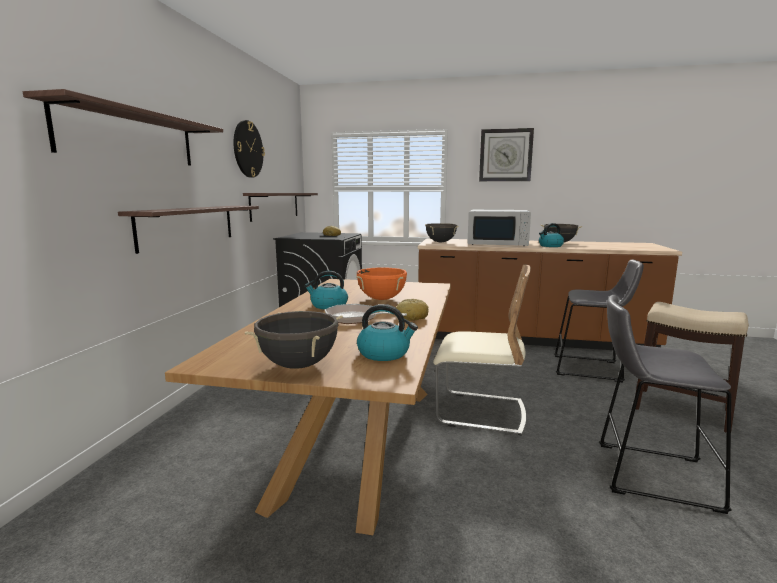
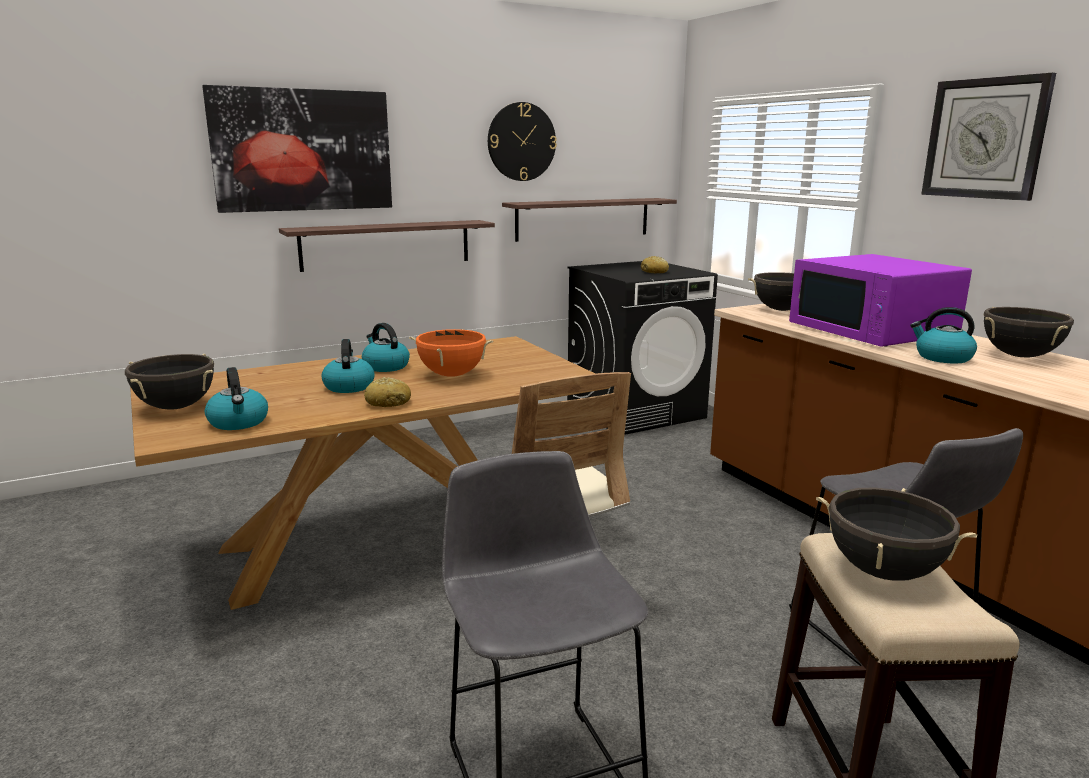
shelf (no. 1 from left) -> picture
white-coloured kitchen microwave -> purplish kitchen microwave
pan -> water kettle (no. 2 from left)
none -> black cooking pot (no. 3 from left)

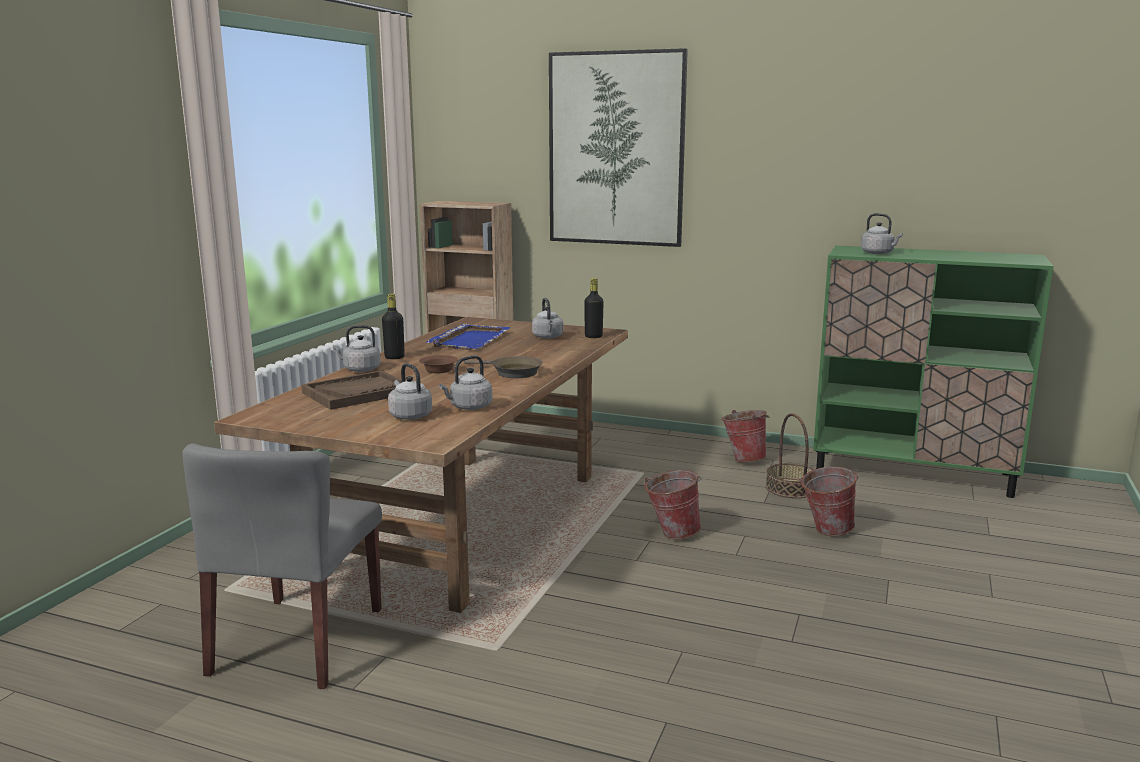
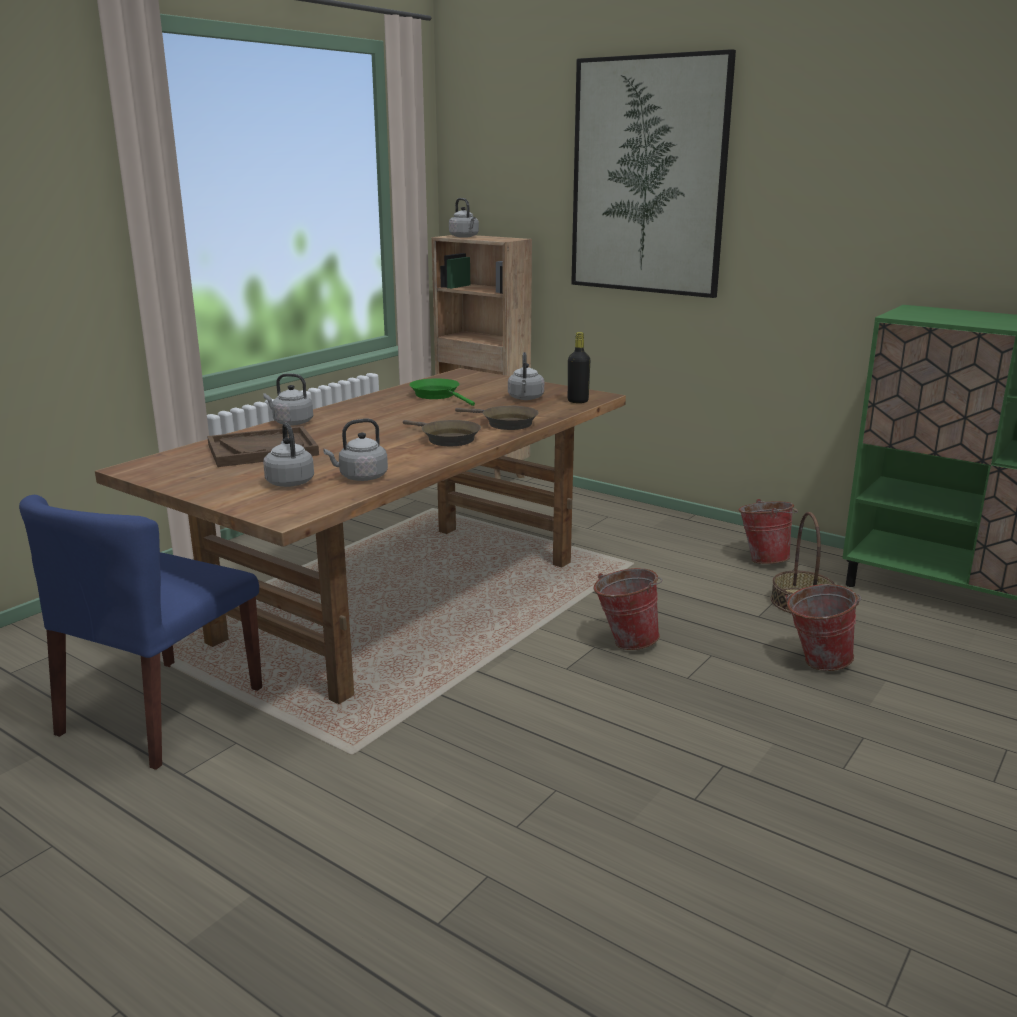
gray water kettle (no. 5 from left in the first image) -> gray water kettle (no. 4 from left), shifted
black beverage bottle (no. 1 from left) -> none
blue-coloured carrying tray -> green pan
brown bowl -> none
gray upright chair -> blue-coloured upright chair
none -> brown pan (no. 2 from left)

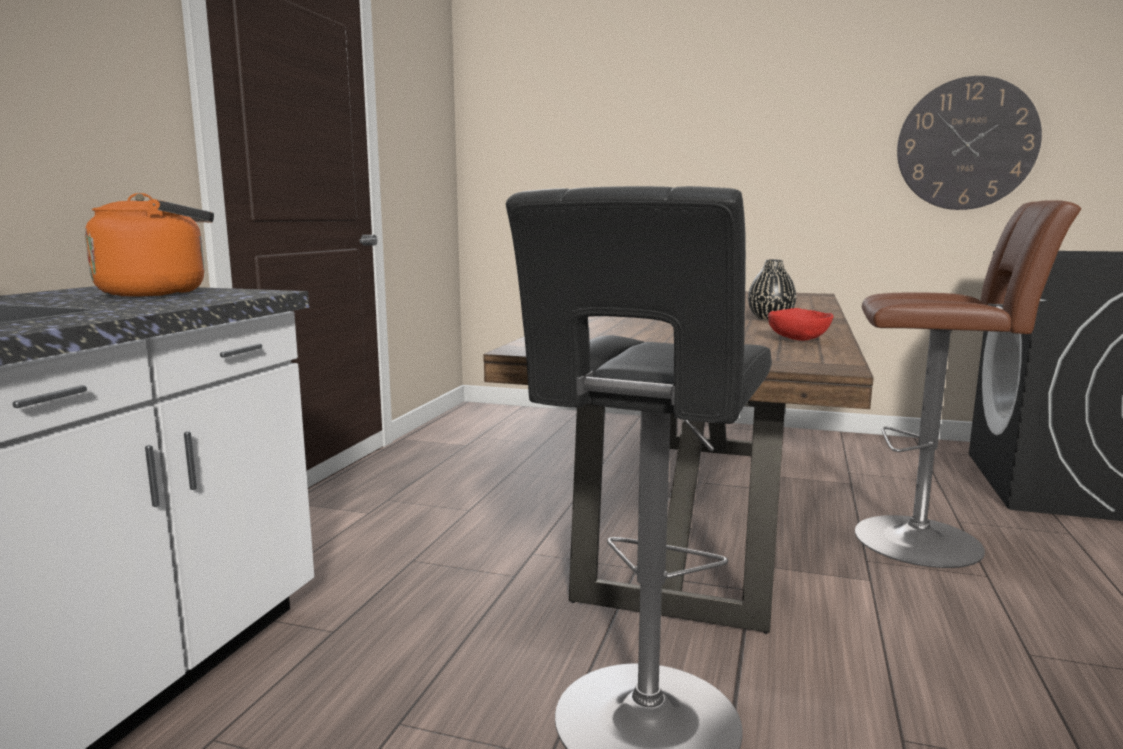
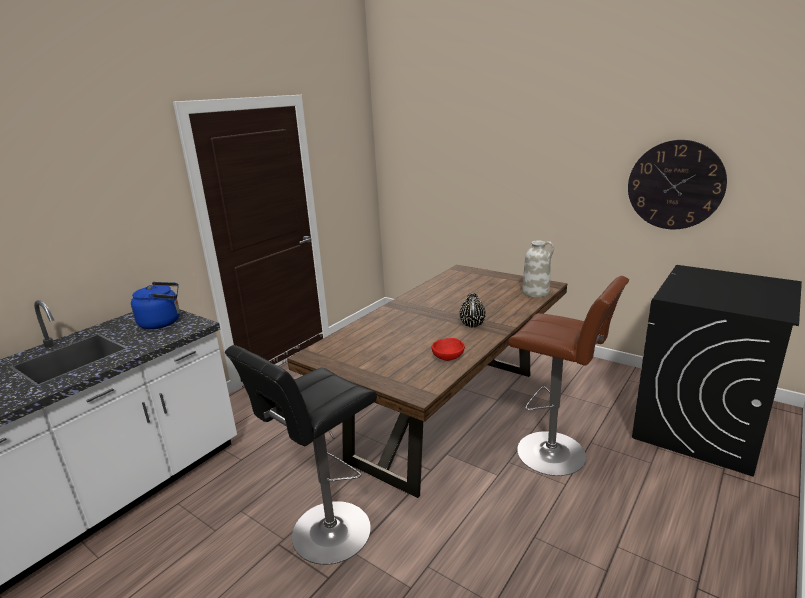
orange water kettle -> blue-coloured water kettle
none -> white-coloured vase

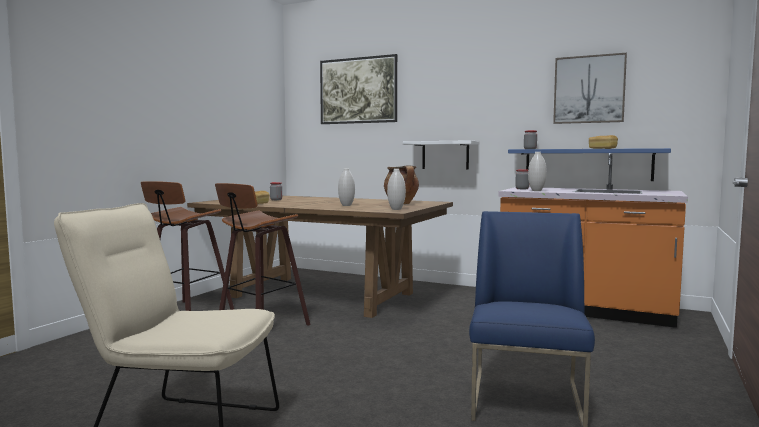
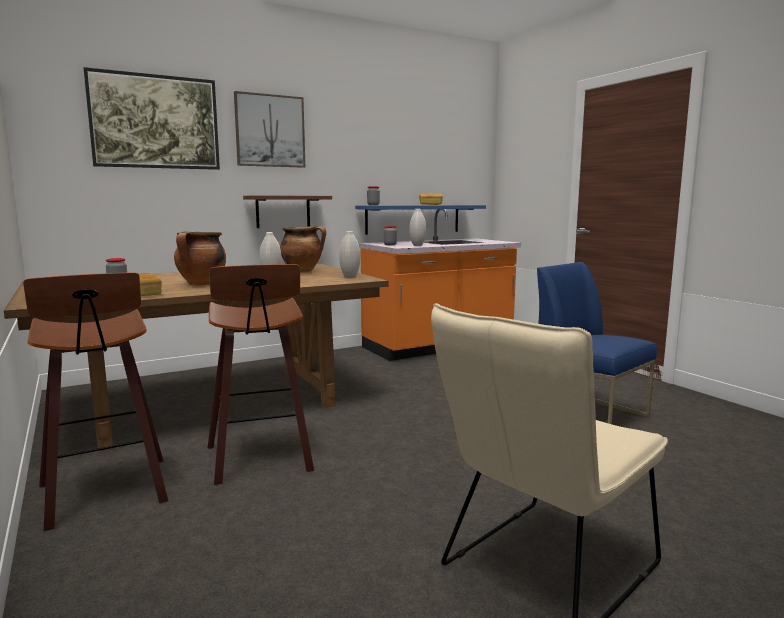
picture (no. 2 from left), shifted
white-coloured shelf -> brown shelf
none -> cooking pot (no. 1 from left)

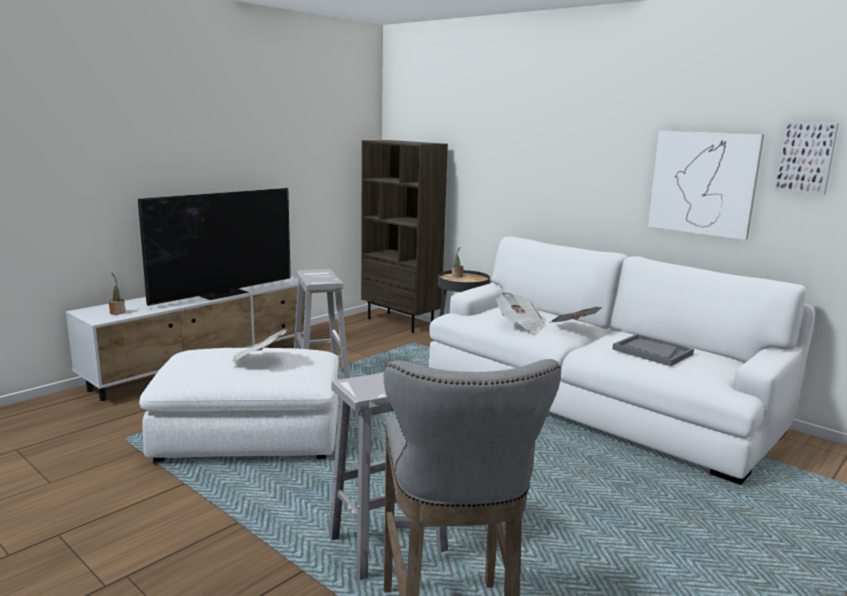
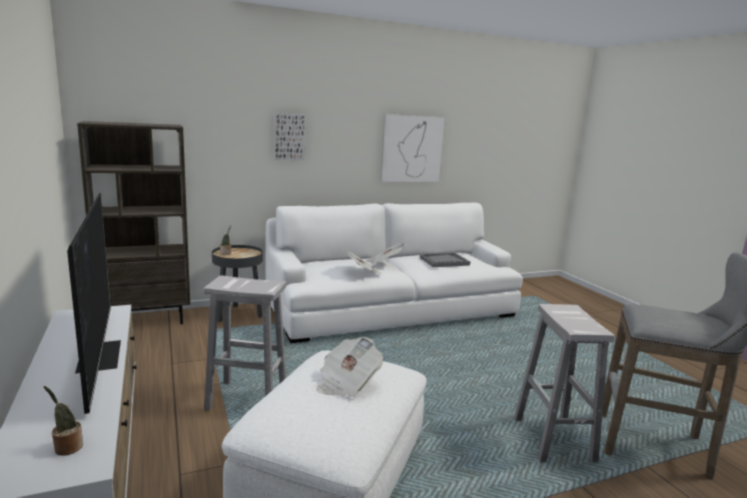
picture (no. 2 from left in the first image) -> picture (no. 1 from left), shifted

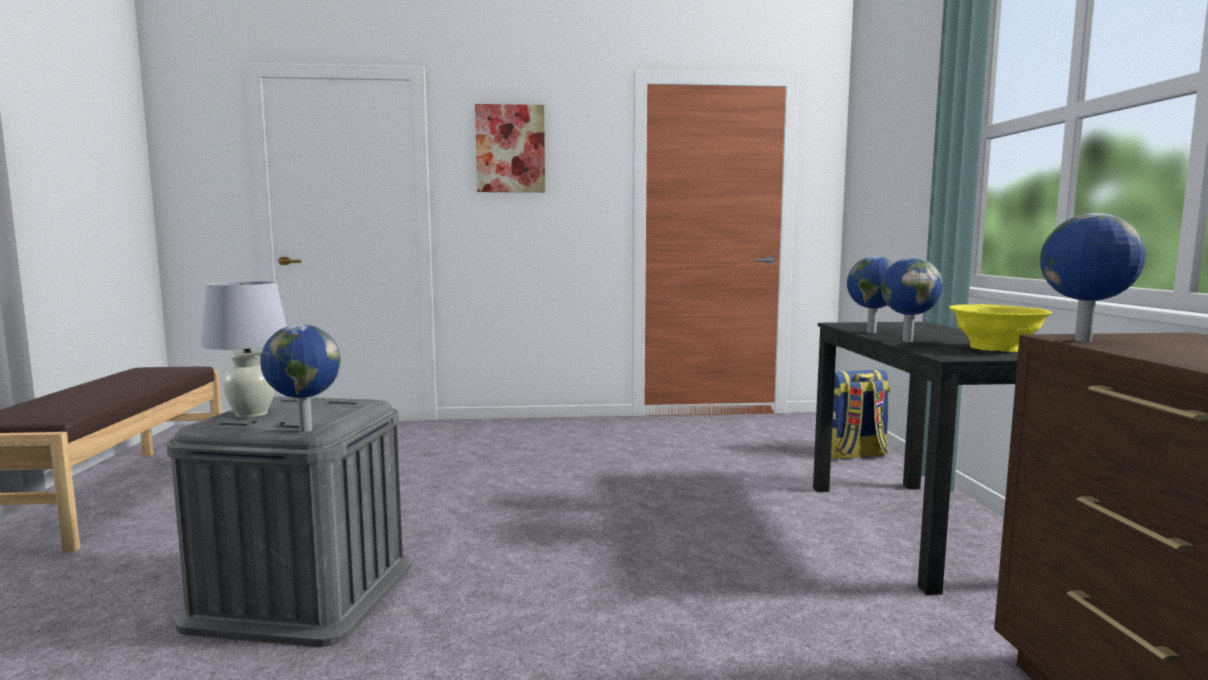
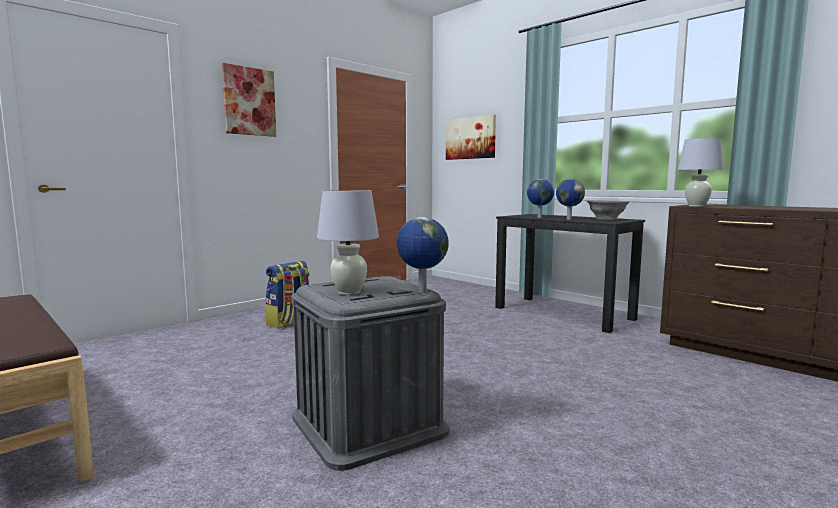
world globe (no. 4 from left) -> white-coloured table lamp (no. 2 from left)
yellowish bowl -> gray bowl
knapsack, shifted
none -> picture (no. 2 from left)

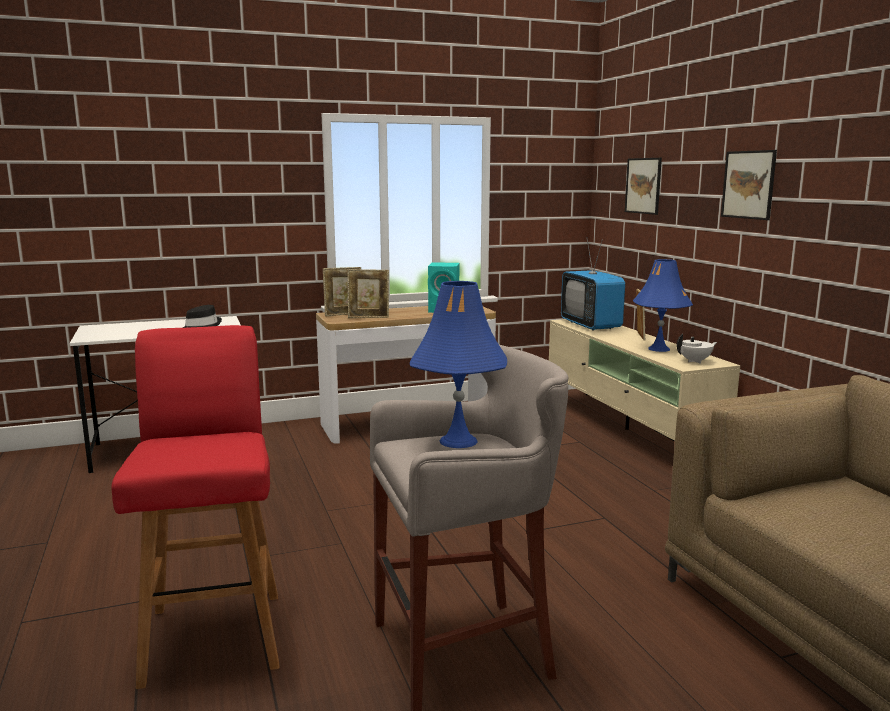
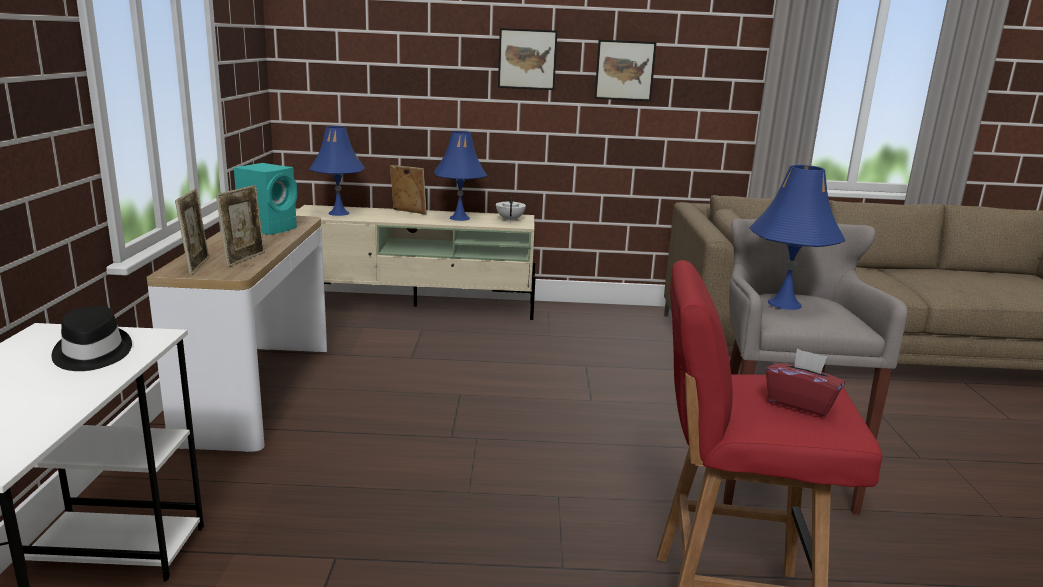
picture (no. 1 from left in the first image) -> picture (no. 2 from left), shifted
TV -> blue-coloured table lamp (no. 1 from left)
none -> red-coloured tissue box

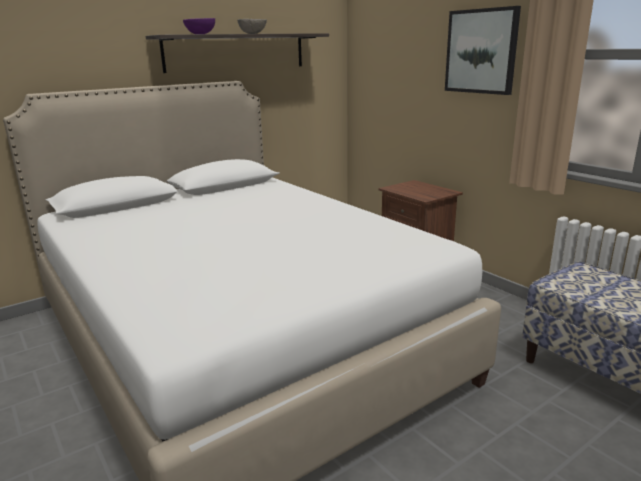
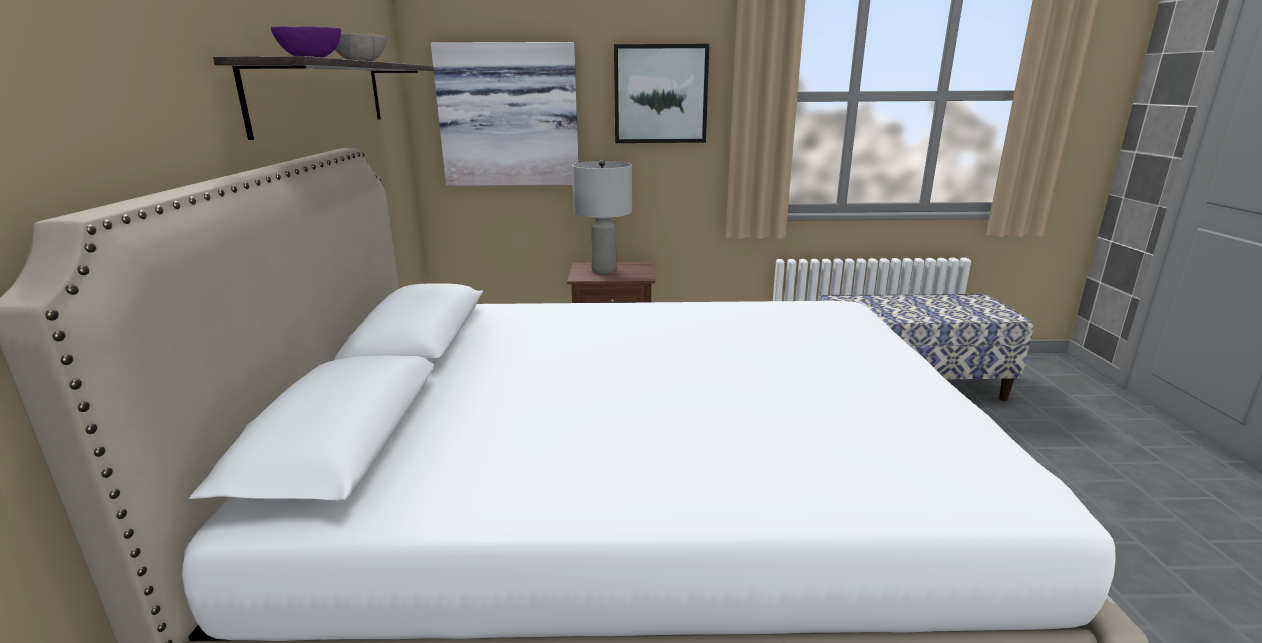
none -> picture (no. 1 from left)
none -> gray table lamp

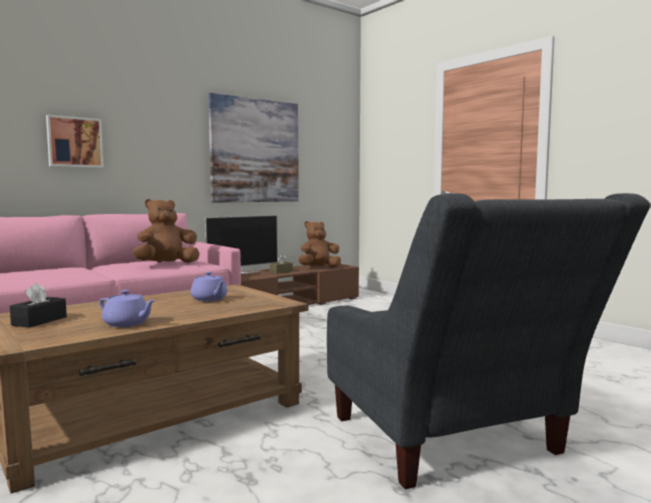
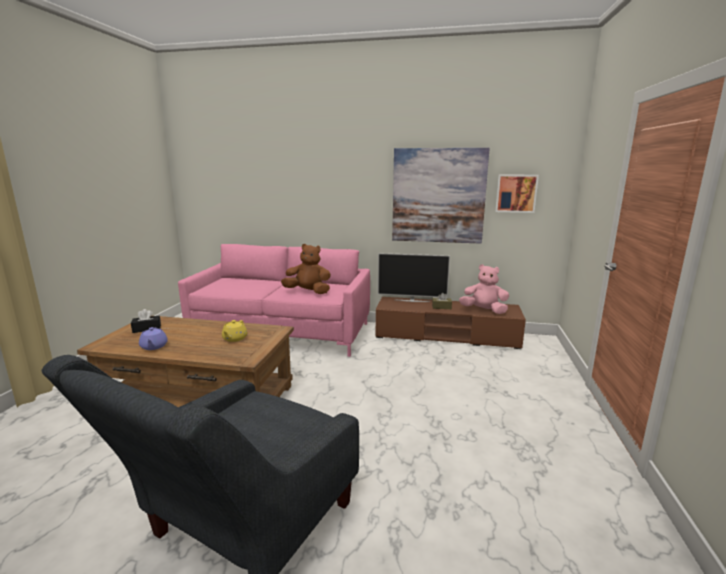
picture (no. 1 from left in the first image) -> picture (no. 2 from left), shifted
brown soft toy (no. 2 from left) -> pinkish soft toy
purplish pot for tea (no. 2 from left) -> yellowish pot for tea

